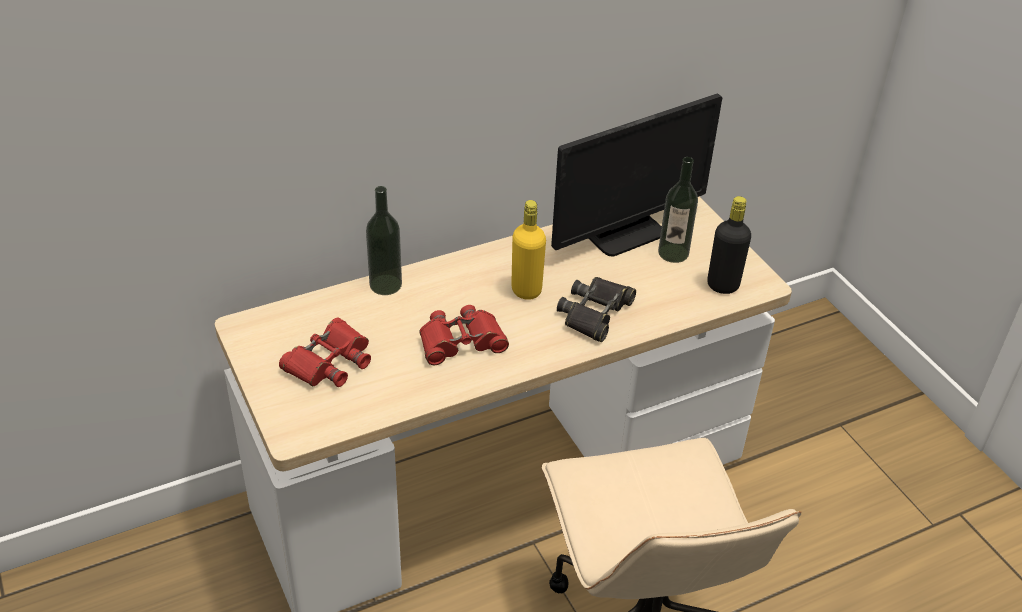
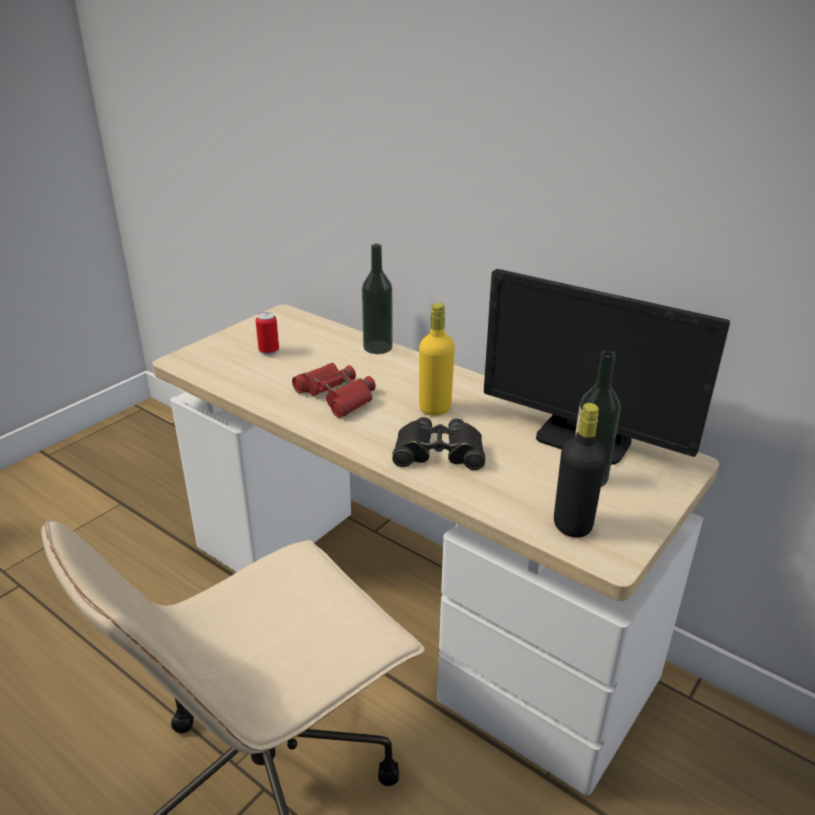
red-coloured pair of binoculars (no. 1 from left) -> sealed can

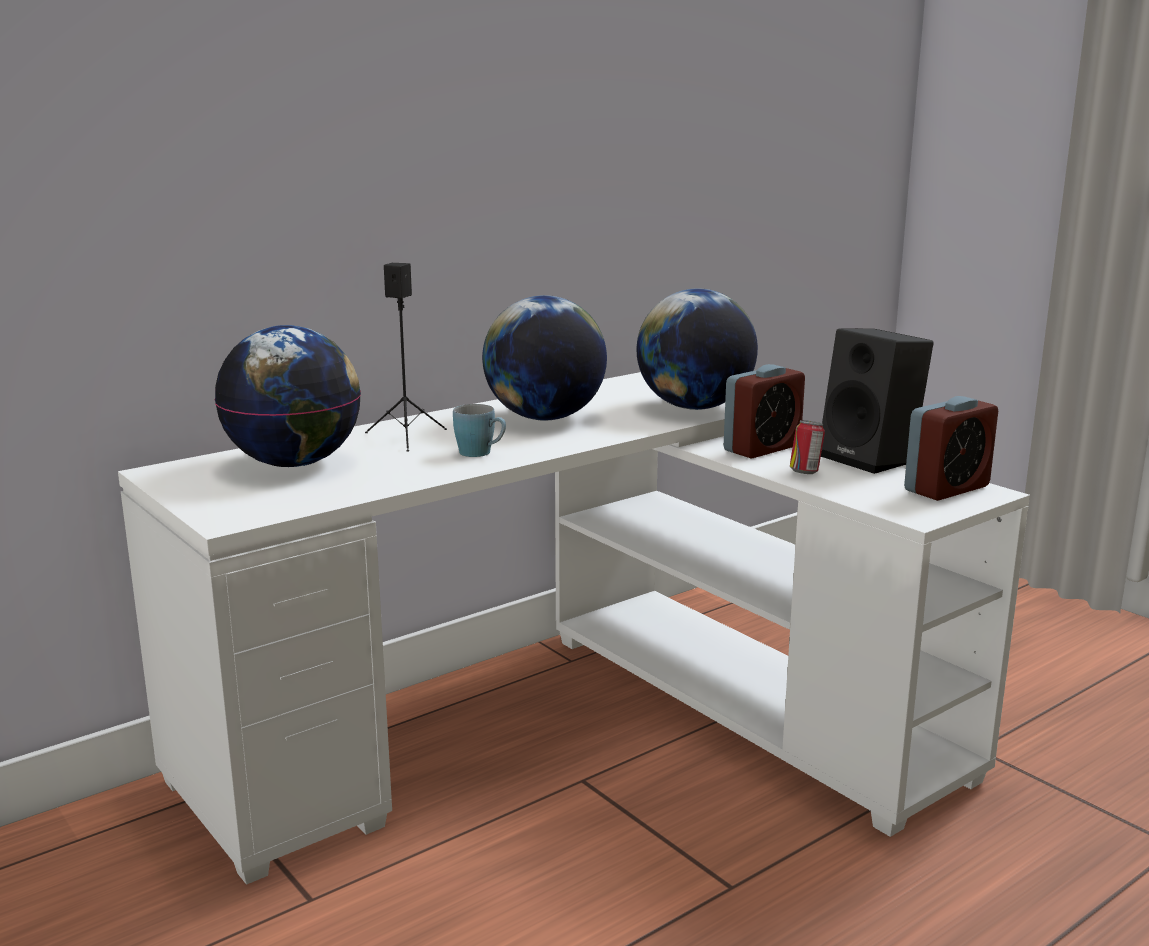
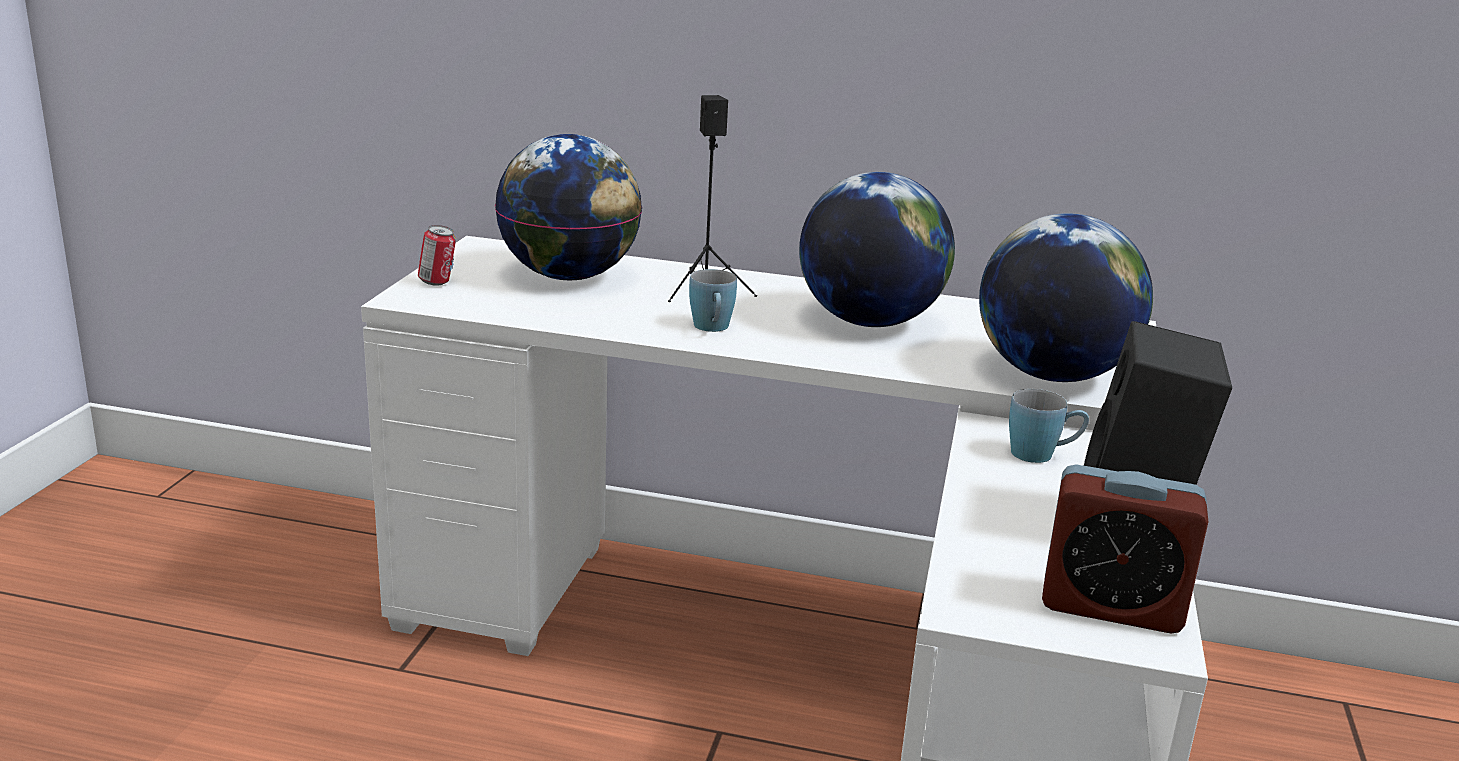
bedside clock (no. 1 from left) -> blue-coloured tea mug (no. 2 from left)
sealed can, shifted

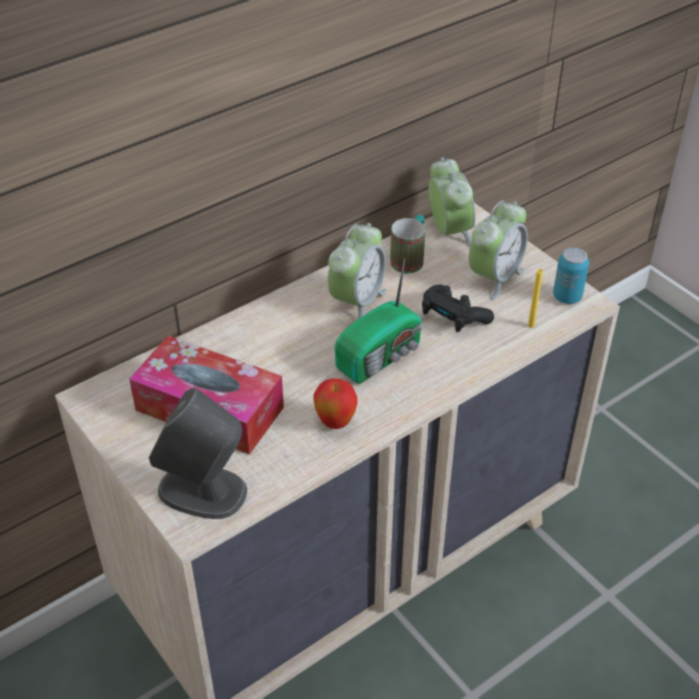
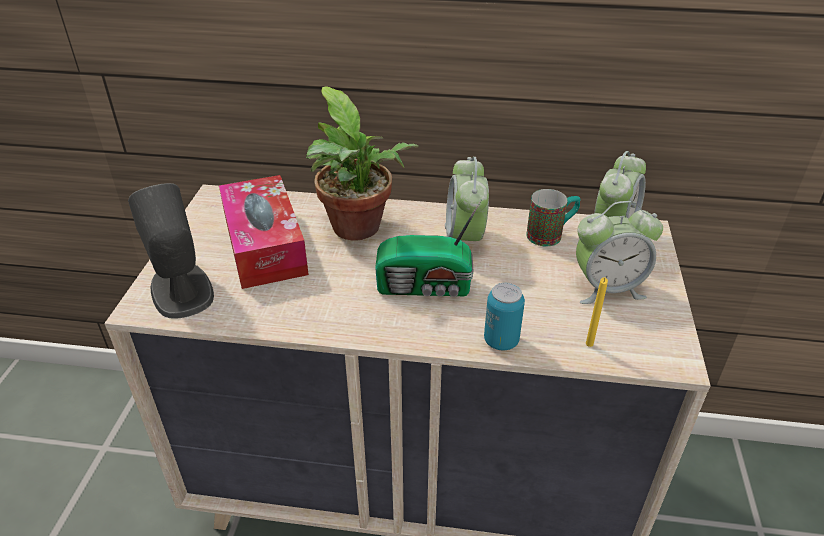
bedside clock (no. 1 from left), 105 degrees clockwise
sealed can, shifted
black joypad -> none
whole apple -> none
none -> houseplant

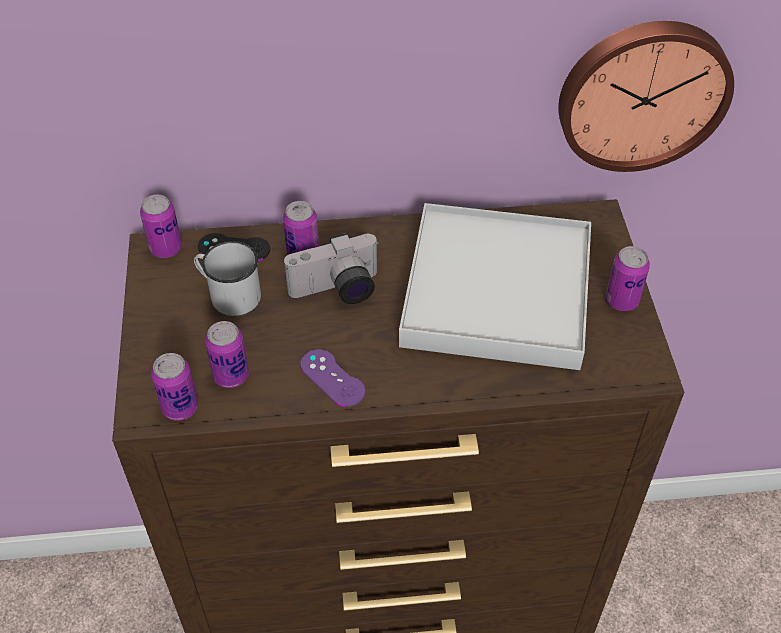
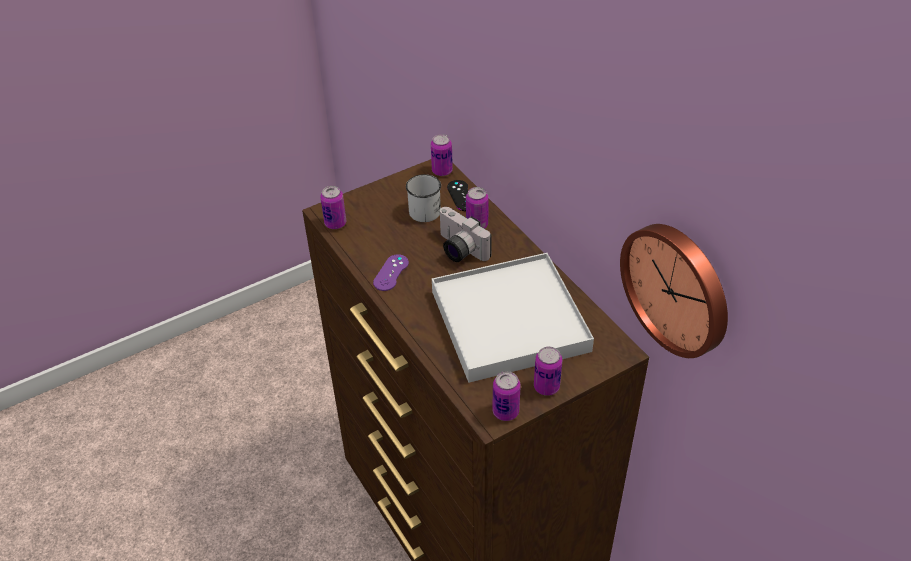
sealed can (no. 3 from left in the first image) -> sealed can (no. 4 from left), shifted

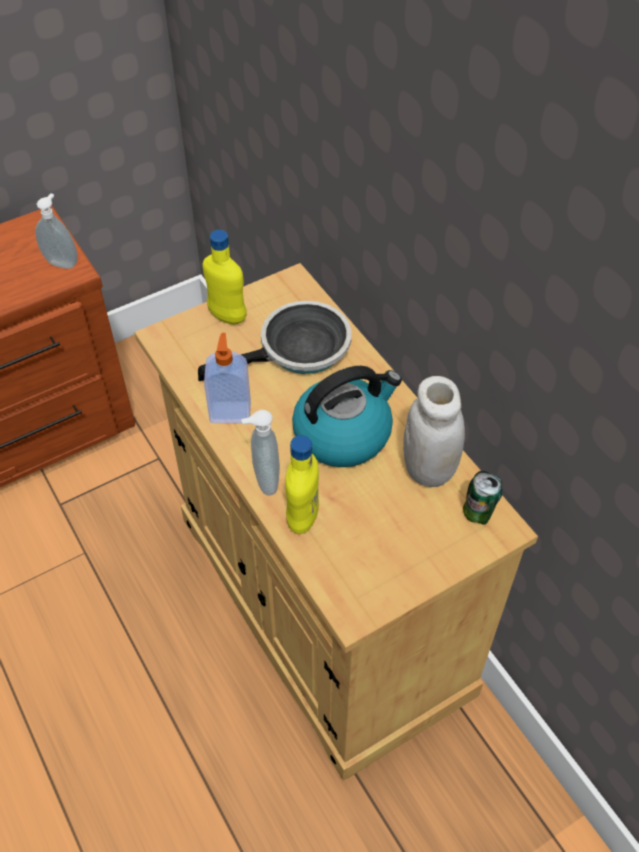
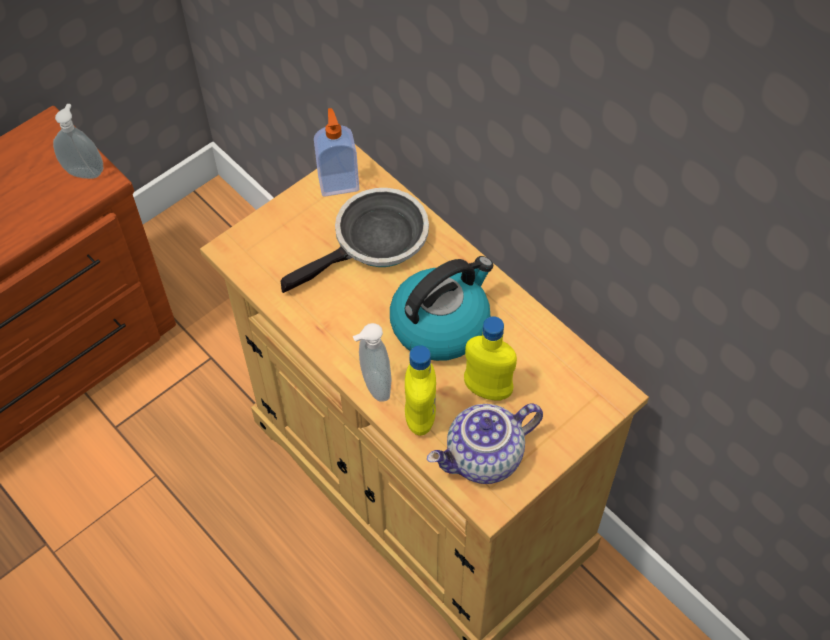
yellowish beverage bottle (no. 1 from left in the first image) -> yellowish beverage bottle (no. 2 from left), shifted
liquid soap bottle (no. 2 from left), shifted
white-coloured jar -> none
sealed can -> none
none -> pot for tea

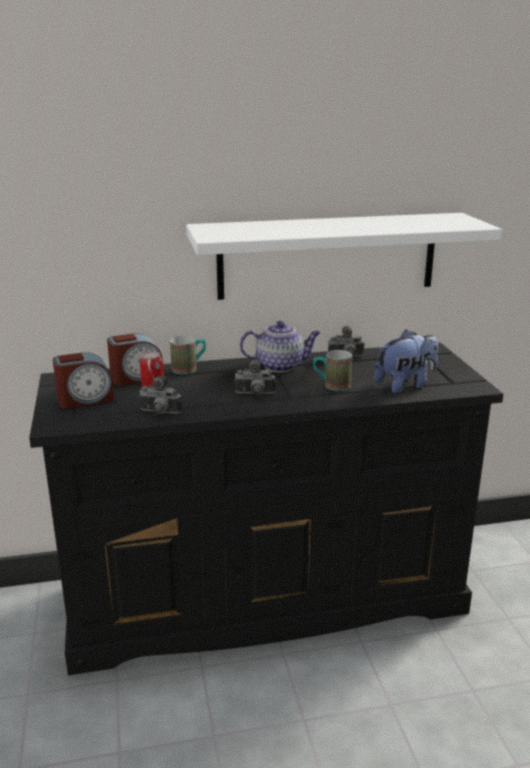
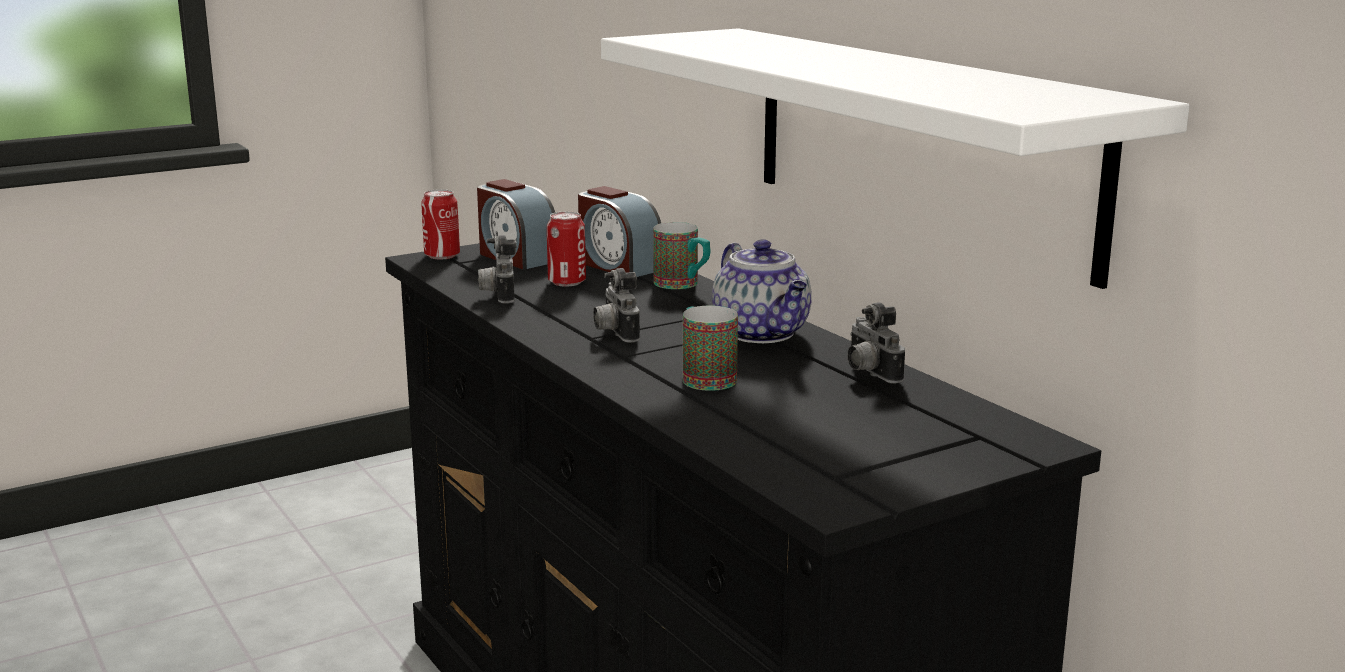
soft toy -> none
none -> sealed can (no. 1 from left)

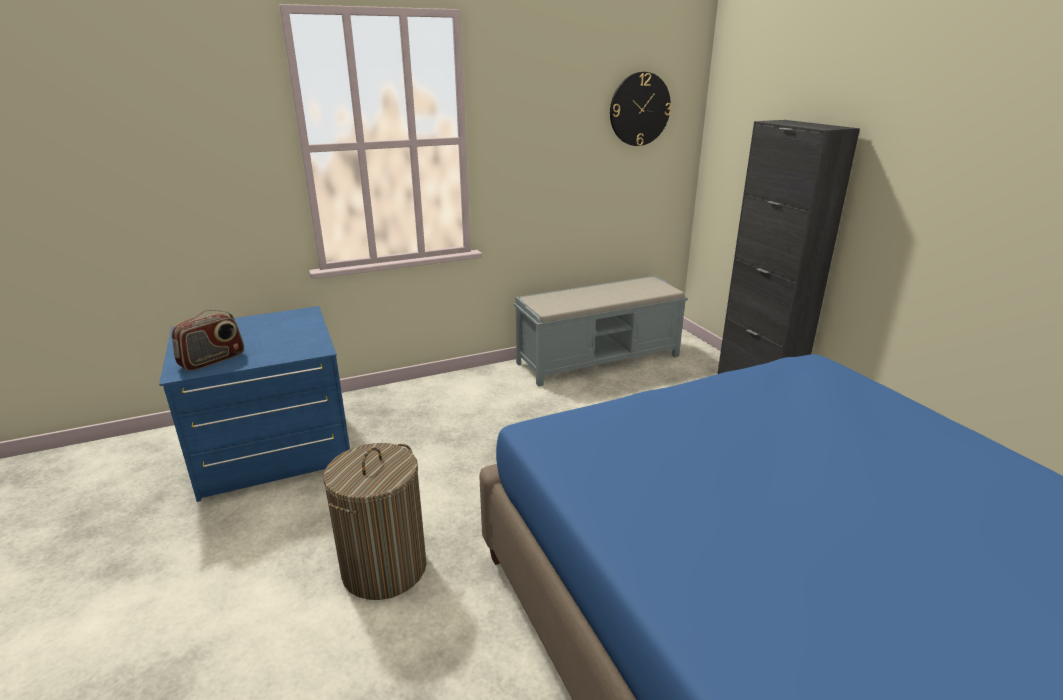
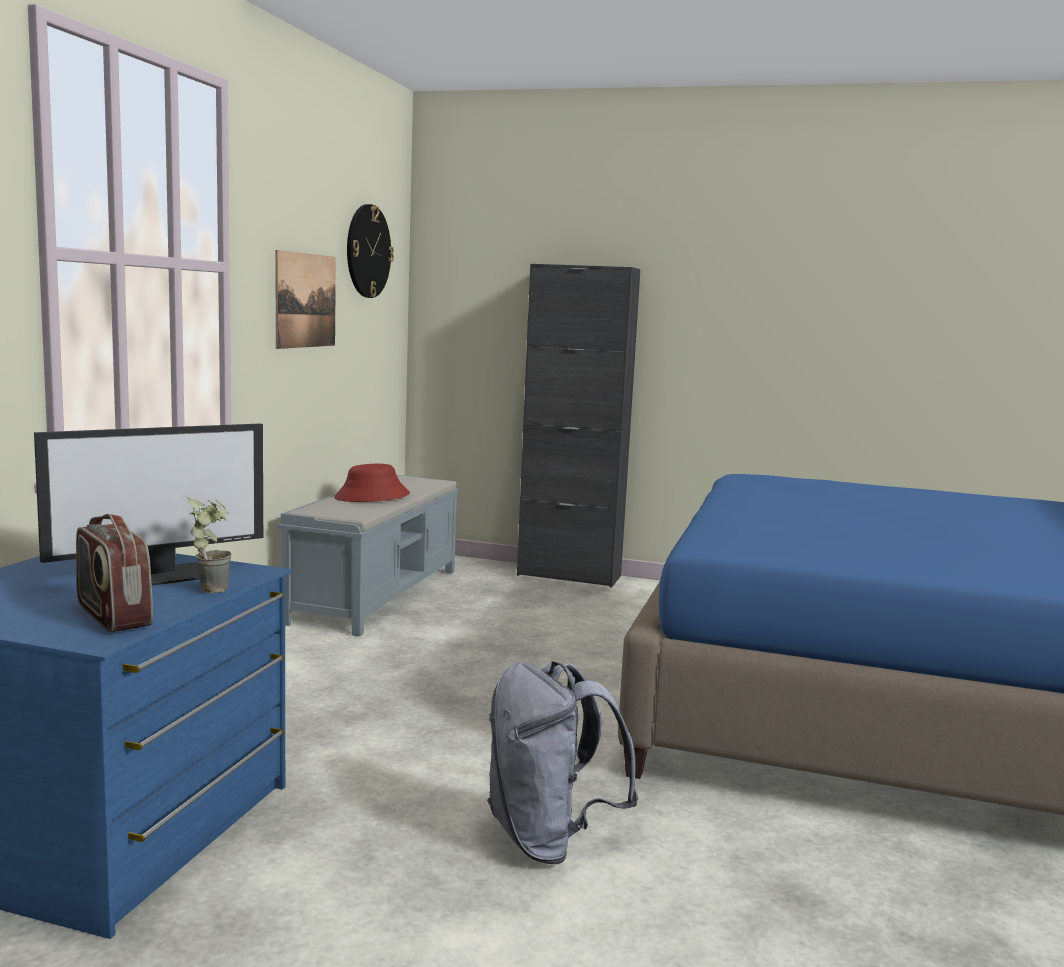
radio receiver, 150 degrees clockwise
laundry basket -> gray knapsack
none -> picture
none -> computer screen
none -> red-coloured wearable hat
none -> houseplant

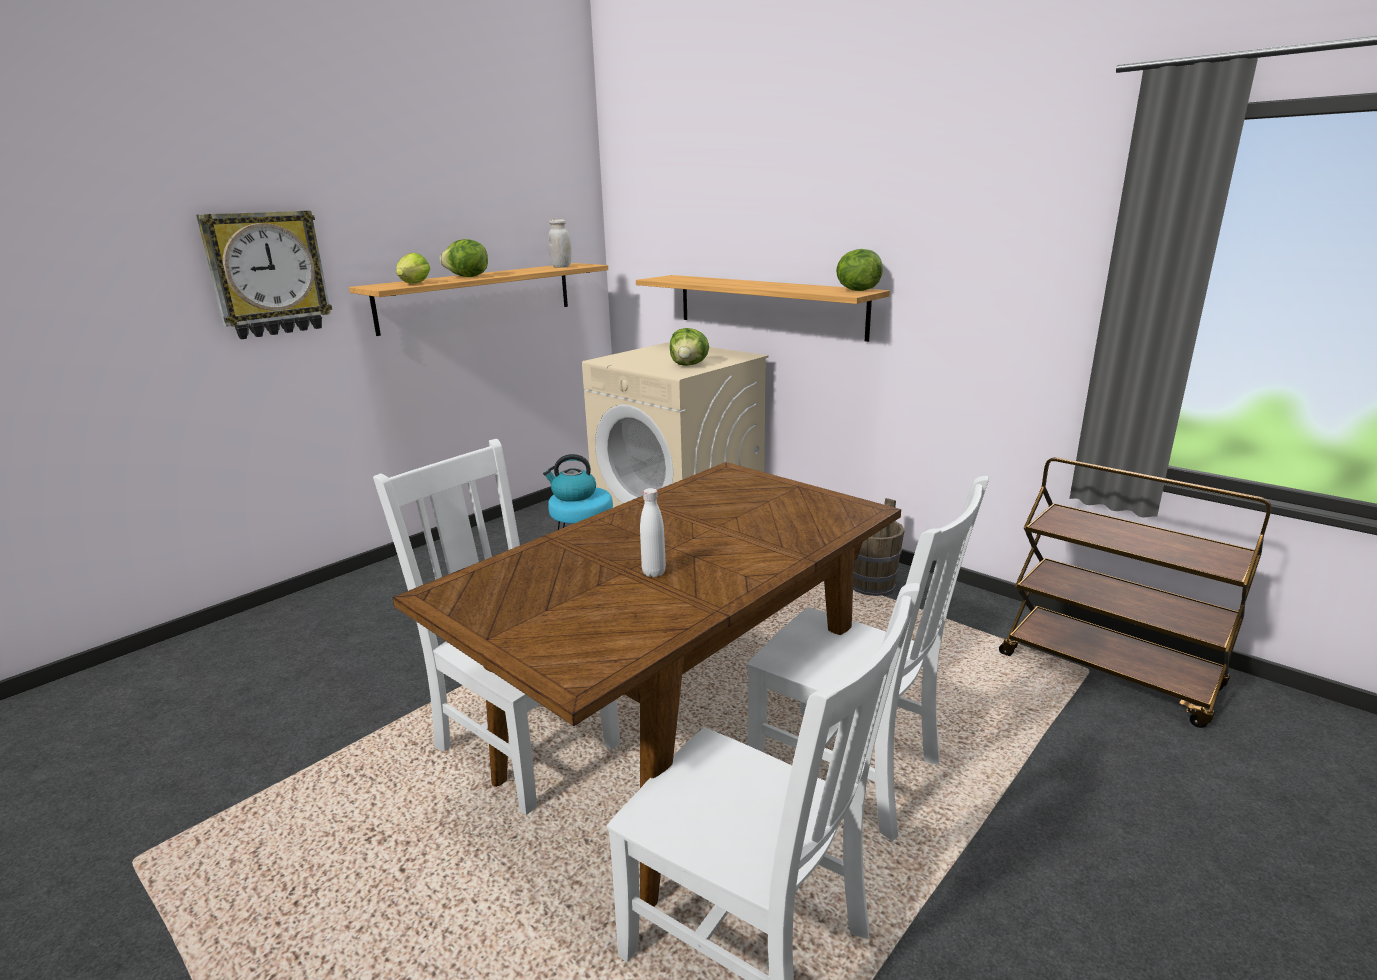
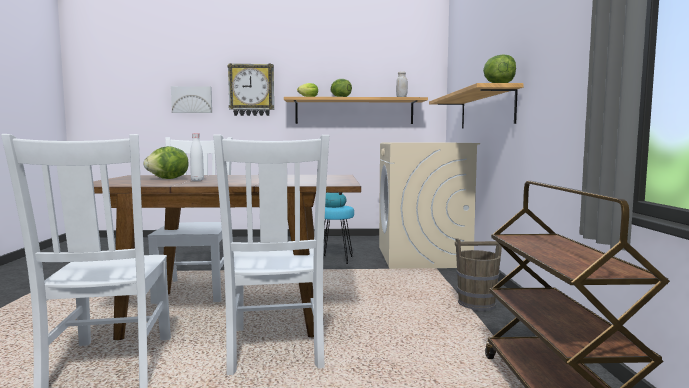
lettuce head (no. 3 from left in the first image) -> lettuce head (no. 1 from left), shifted
none -> picture

